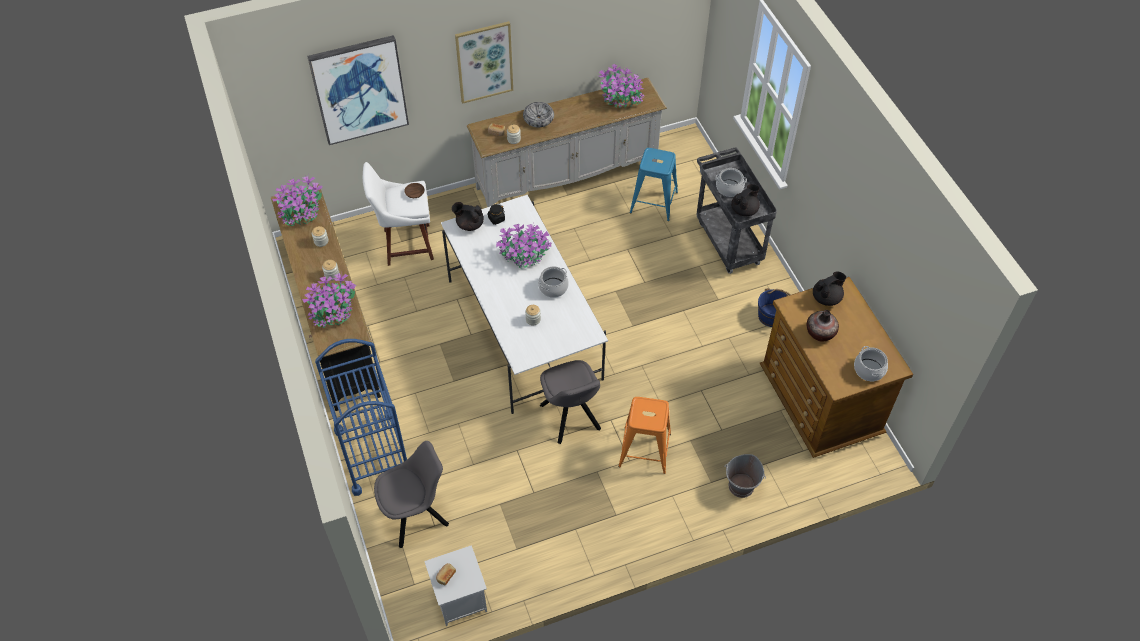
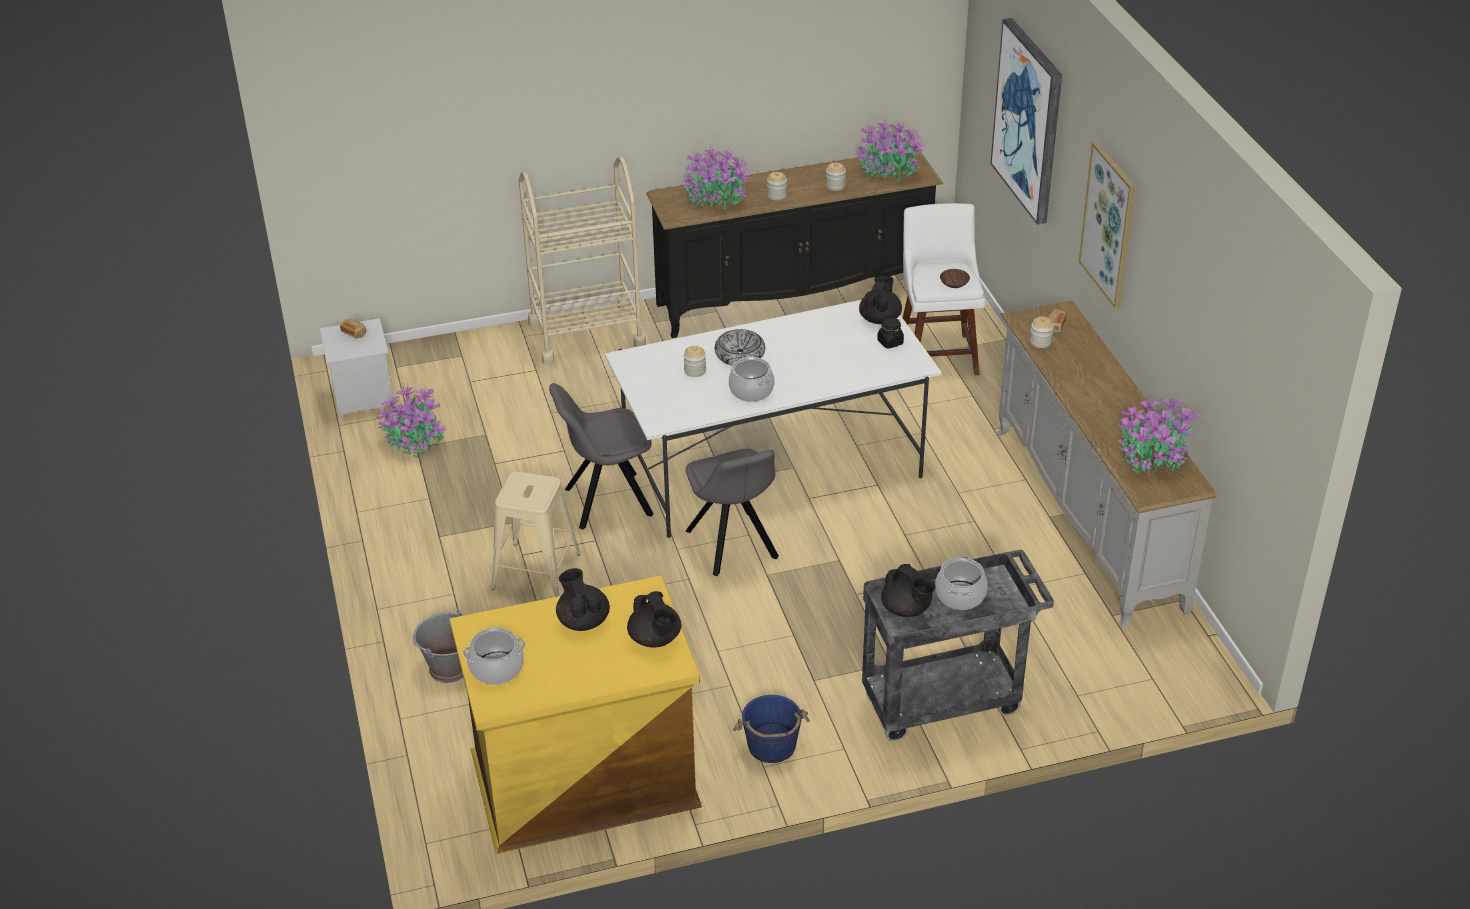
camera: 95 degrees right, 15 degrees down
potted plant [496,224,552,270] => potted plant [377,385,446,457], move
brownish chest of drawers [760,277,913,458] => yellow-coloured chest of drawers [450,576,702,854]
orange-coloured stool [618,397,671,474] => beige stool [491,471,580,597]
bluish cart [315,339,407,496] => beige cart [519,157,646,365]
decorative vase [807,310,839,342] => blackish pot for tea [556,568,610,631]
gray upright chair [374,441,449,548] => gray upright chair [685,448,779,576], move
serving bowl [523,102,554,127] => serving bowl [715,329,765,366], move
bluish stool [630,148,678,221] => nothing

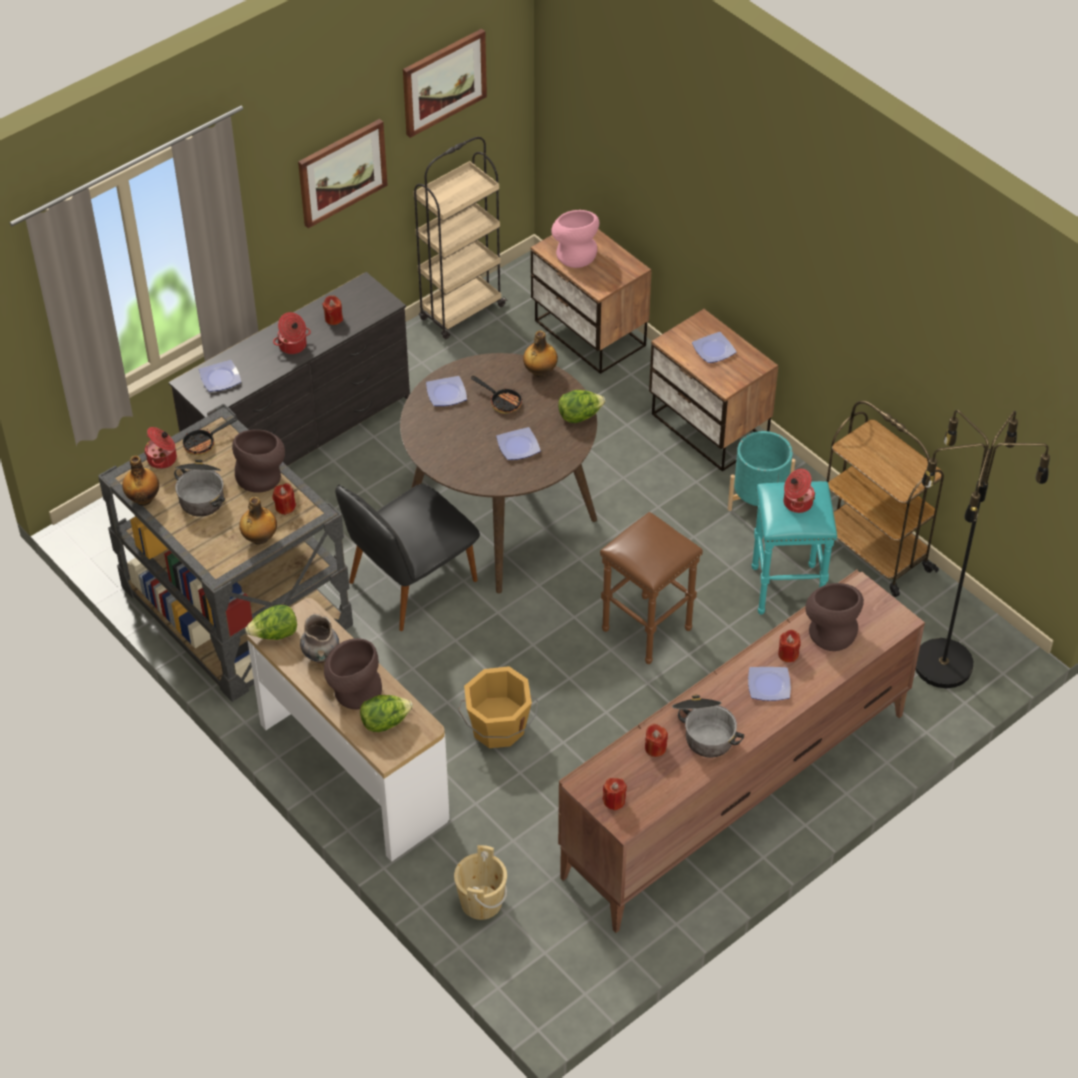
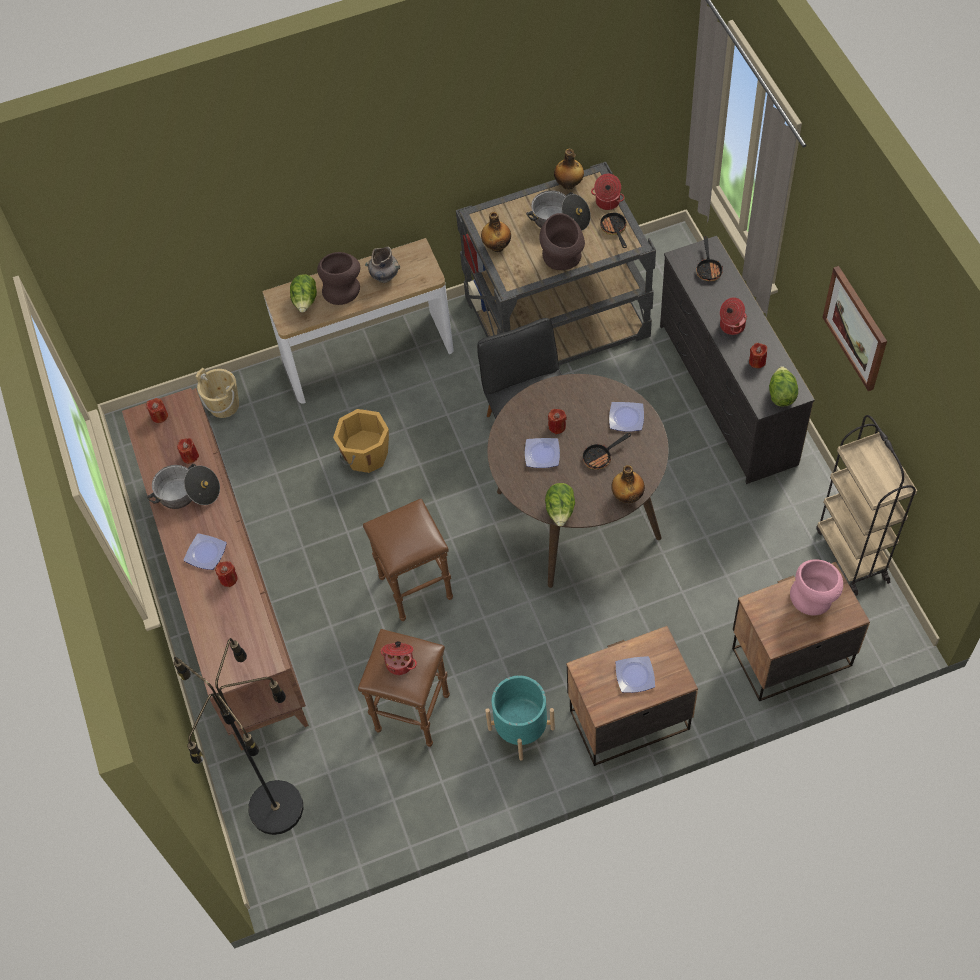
camera: 115 degrees right, 10 degrees up
turquoise stool [752,481,837,615] => brownish stool [358,629,450,747]
red-coloured candle [272,483,296,515] => red-coloured candle [548,409,567,434], move
flat dish [199,360,241,392] => skillet [696,236,723,281]
lettuce head [245,605,297,640] => lettuce head [769,366,798,407], move
wall art [403,29,487,138] => nothing
brownish decorative vase [805,583,864,651] => nothing
brownish cart [827,401,944,597] => nothing

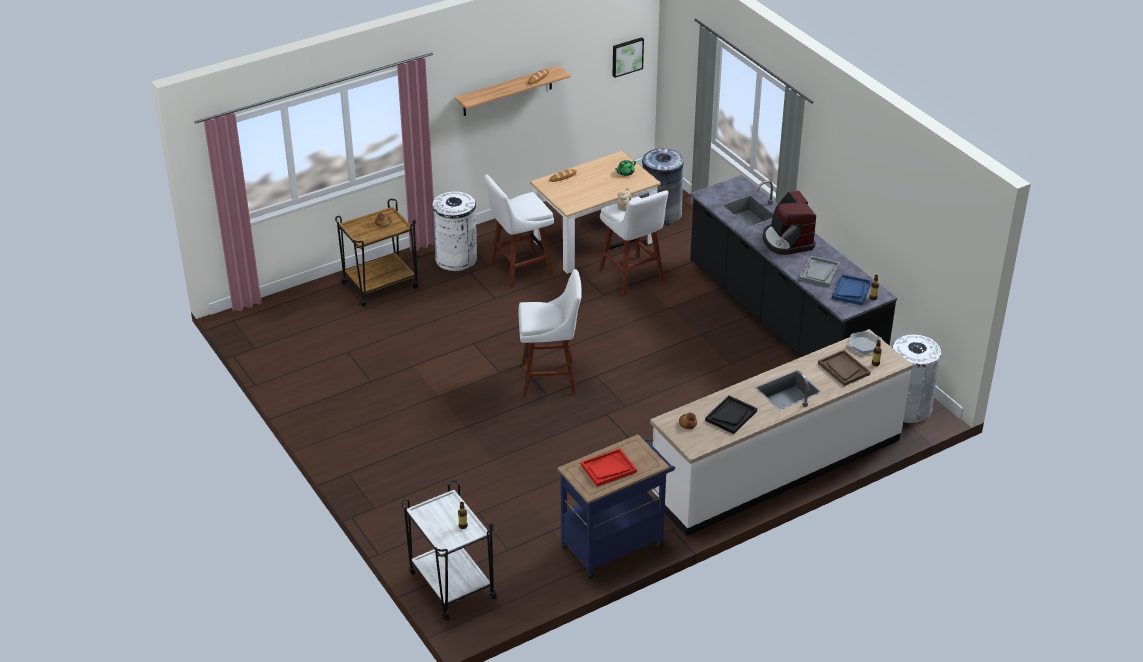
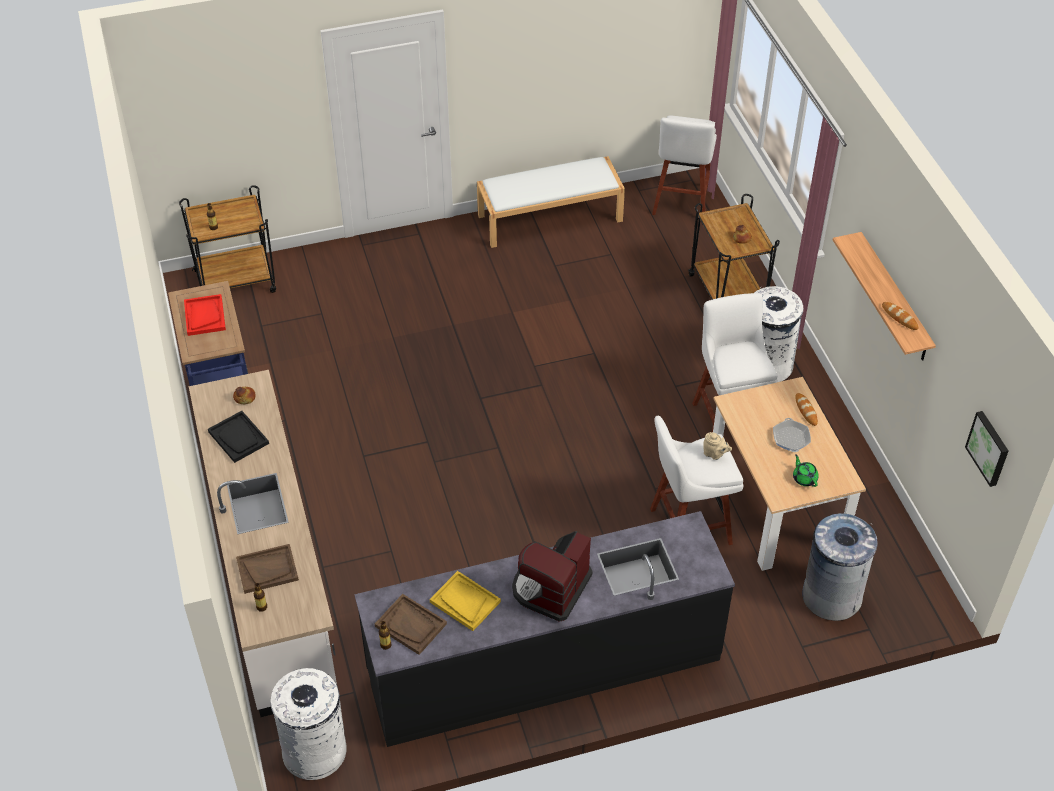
camera: 105 degrees right, 10 degrees up
white cart [402,480,497,621] => brownish cart [179,185,276,293]
bluish serving tray [832,274,872,306] => brownish serving tray [375,594,447,655]
gray serving tray [799,256,840,287] => yellow-coloured serving tray [430,571,501,631]
nothing => white bench [477,156,625,248]
coffee maker [763,191,816,255] => coffee maker [512,531,593,622], 60 degrees counterclockwise
white stool [518,269,582,396] => white stool [652,115,717,215], move
skillet [847,331,882,354] => skillet [773,418,811,452], move

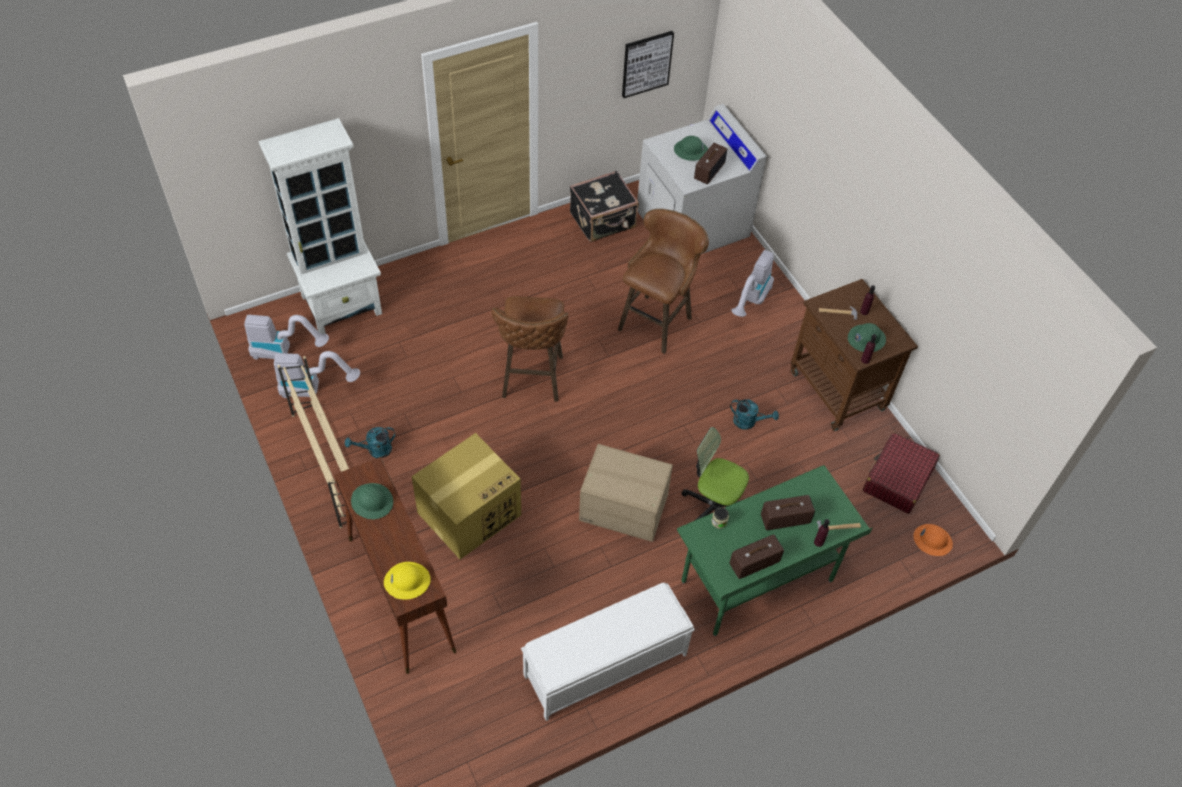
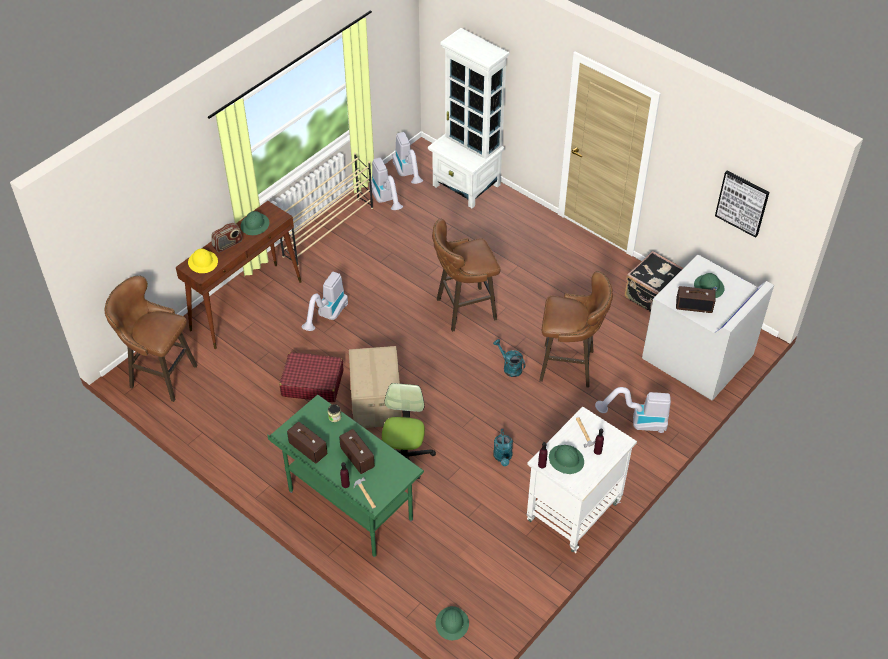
camera: 70 degrees right, 5 degrees down
nothing => brownish stool [104,276,198,402]
nothing => radio receiver [211,223,243,252]
red-coloured travel case [863,433,940,514] => red-coloured travel case [279,352,343,402], move
packing box [412,433,521,560] => vacuum cleaner [302,272,348,331]
orange-coloured work helmet [913,524,953,556] => green-coloured work helmet [436,606,469,640]
turquoise watering pot [345,427,395,458] => turquoise watering pot [493,339,525,377], move
brownish cart [790,279,918,431] => white cart [527,407,637,553]
white bench [521,583,695,721] => nothing

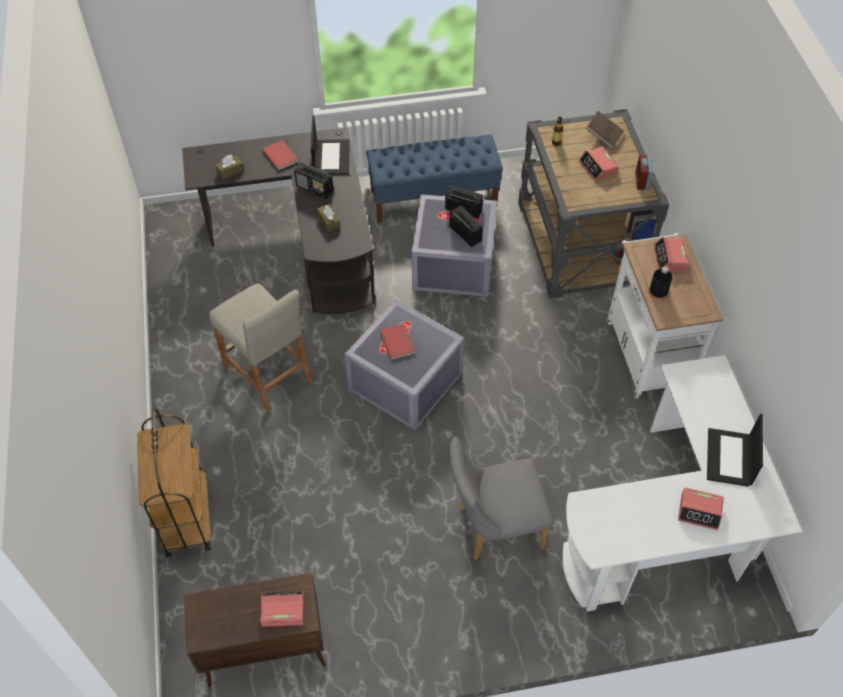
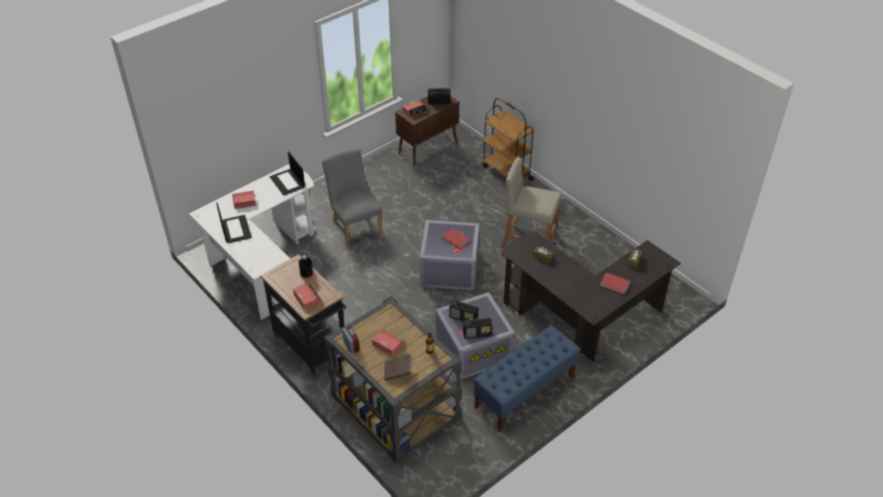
camera: 150 degrees right, 10 degrees down
white cart [607,233,723,398] => blackish cart [260,254,346,377]
portable computer [311,116,350,175] => portable computer [270,151,305,196], move
gray upright chair [450,437,553,560] => gray upright chair [322,149,383,247], 75 degrees counterclockwise
radio receiver [294,163,333,199] => radio receiver [428,88,451,105], move

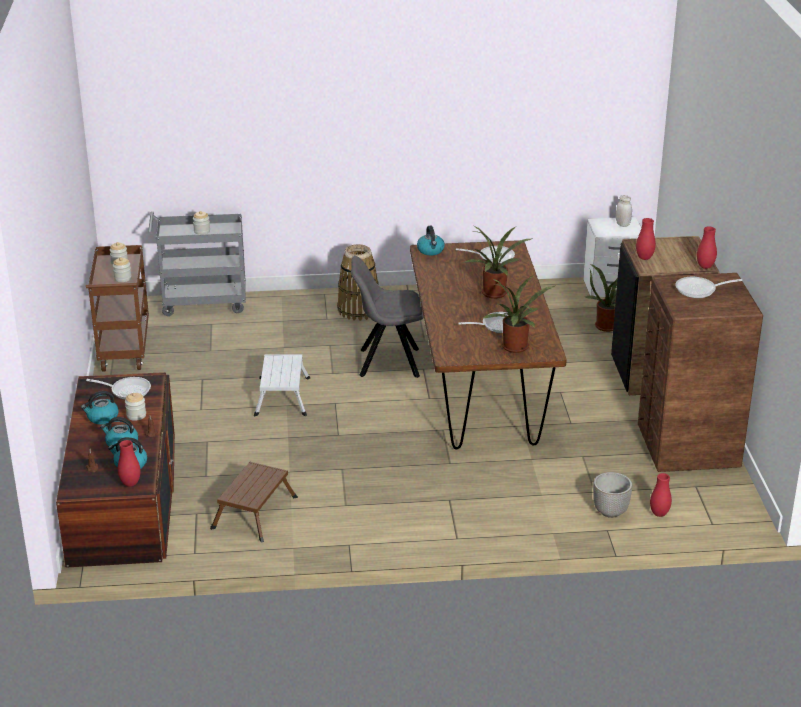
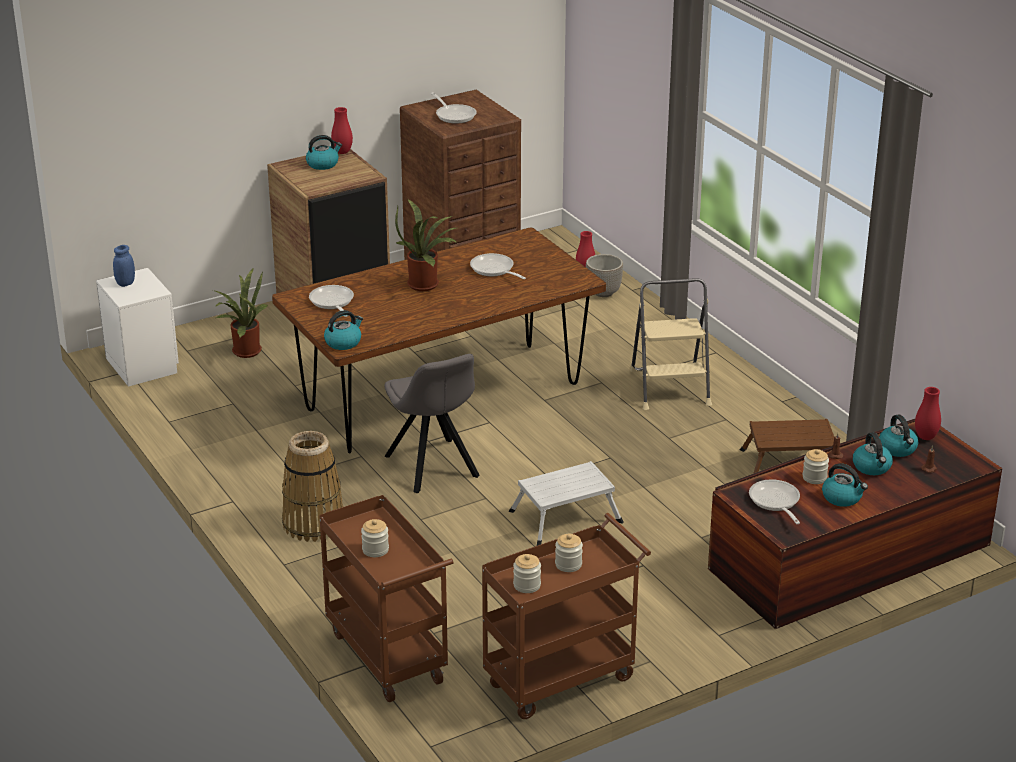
camera: 115 degrees left, 0 degrees up
white jar [616,195,632,227] => bluish jar [113,245,135,287]
nothing => tea kettle [306,135,342,170]
gray cart [148,211,246,316] => brownish cart [319,495,453,702]
nothing => beige step ladder [631,278,712,410]
potted plant [482,275,555,353] => nothing
red-coloured decorative vase [636,218,656,260] => nothing

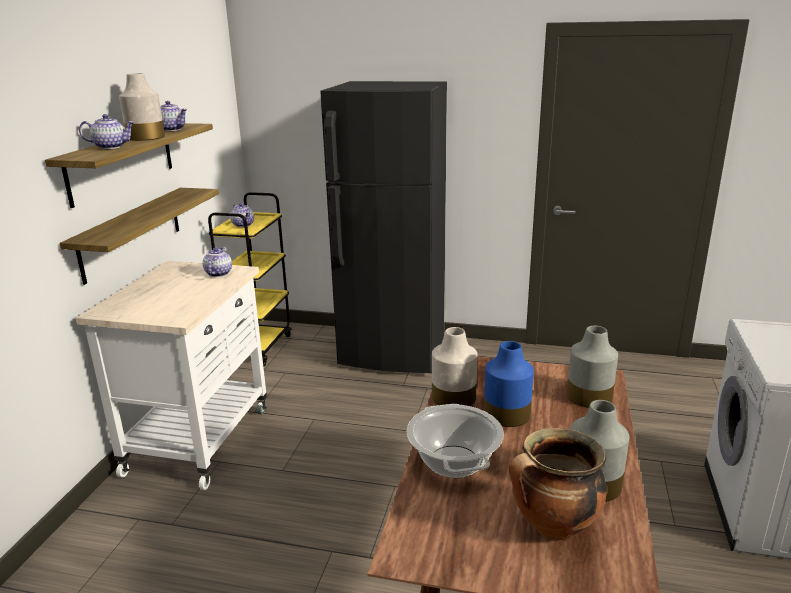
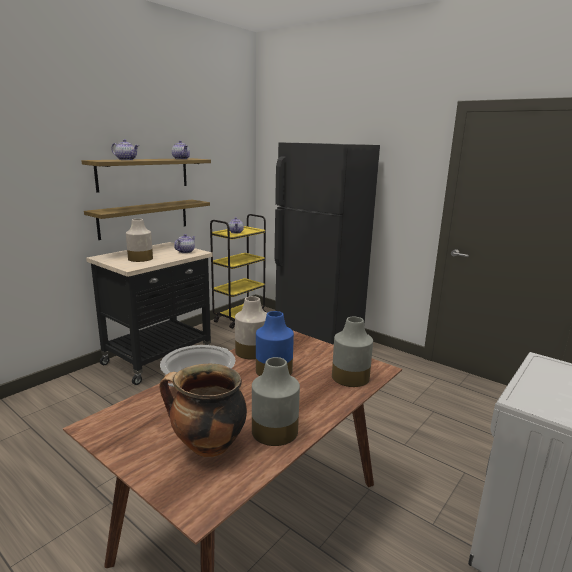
camera: 25 degrees right, 5 degrees down
white cart [76,261,267,490] => blackish cart [86,242,213,385]
beige decorative vase [119,73,165,141] => beige decorative vase [126,219,153,262], move

